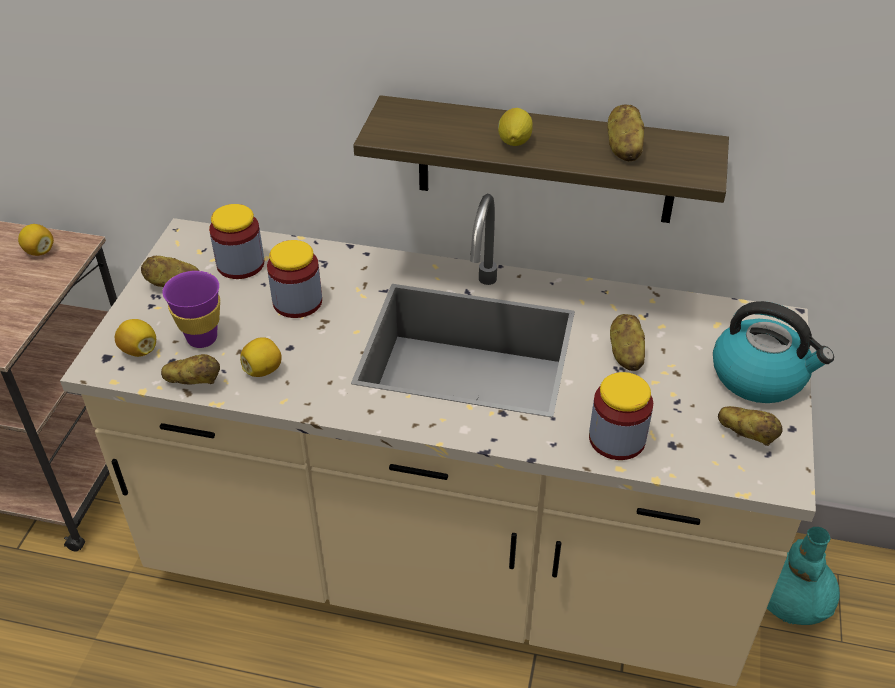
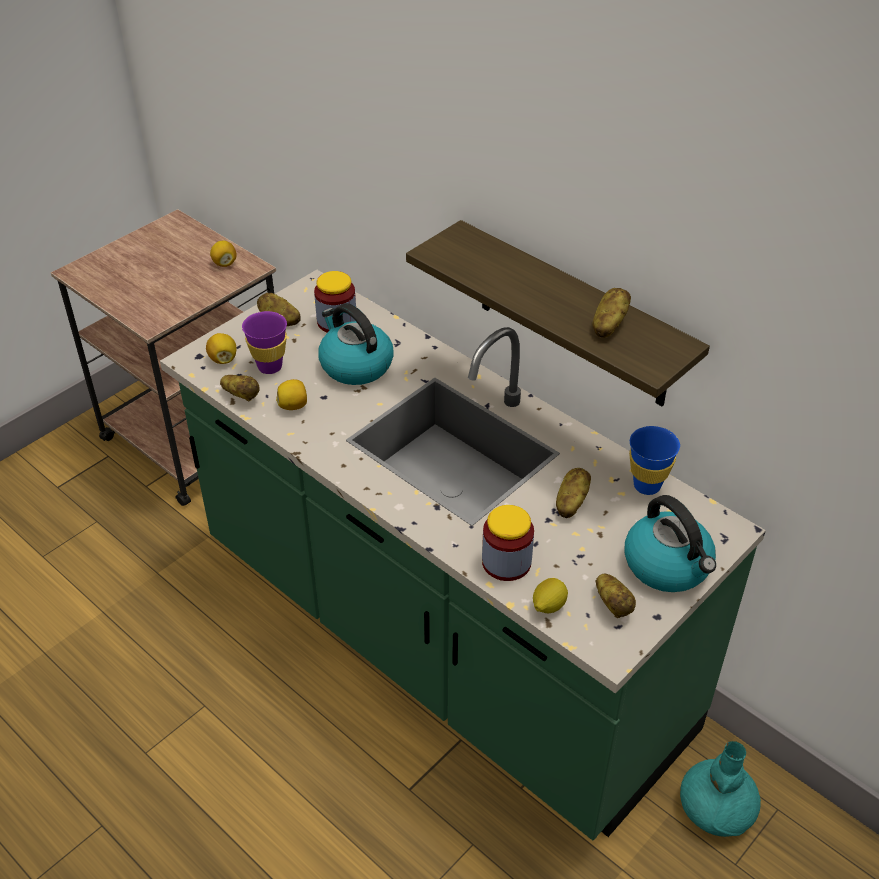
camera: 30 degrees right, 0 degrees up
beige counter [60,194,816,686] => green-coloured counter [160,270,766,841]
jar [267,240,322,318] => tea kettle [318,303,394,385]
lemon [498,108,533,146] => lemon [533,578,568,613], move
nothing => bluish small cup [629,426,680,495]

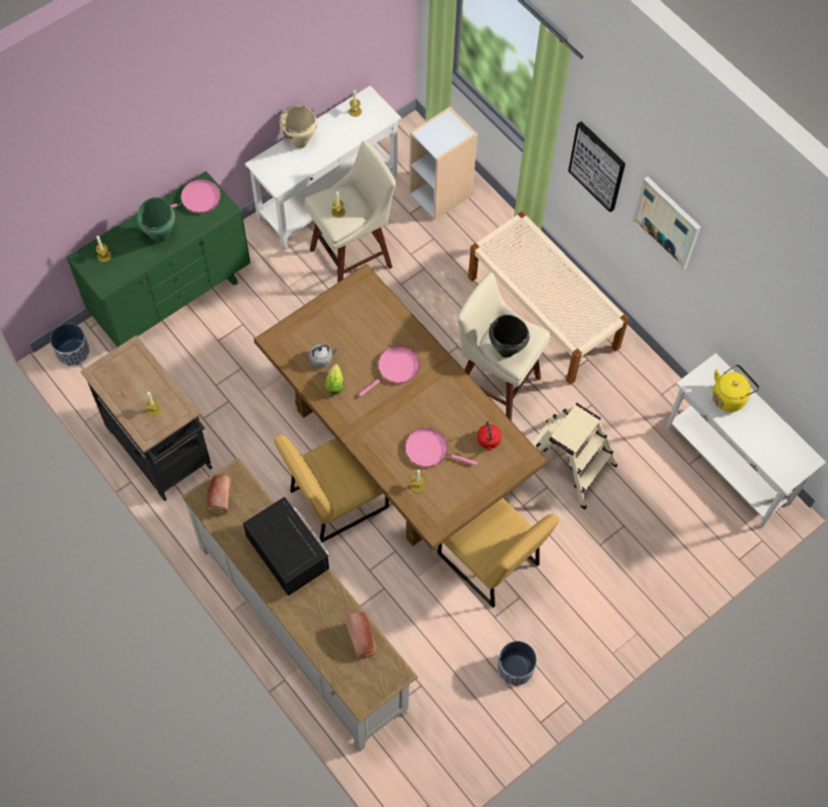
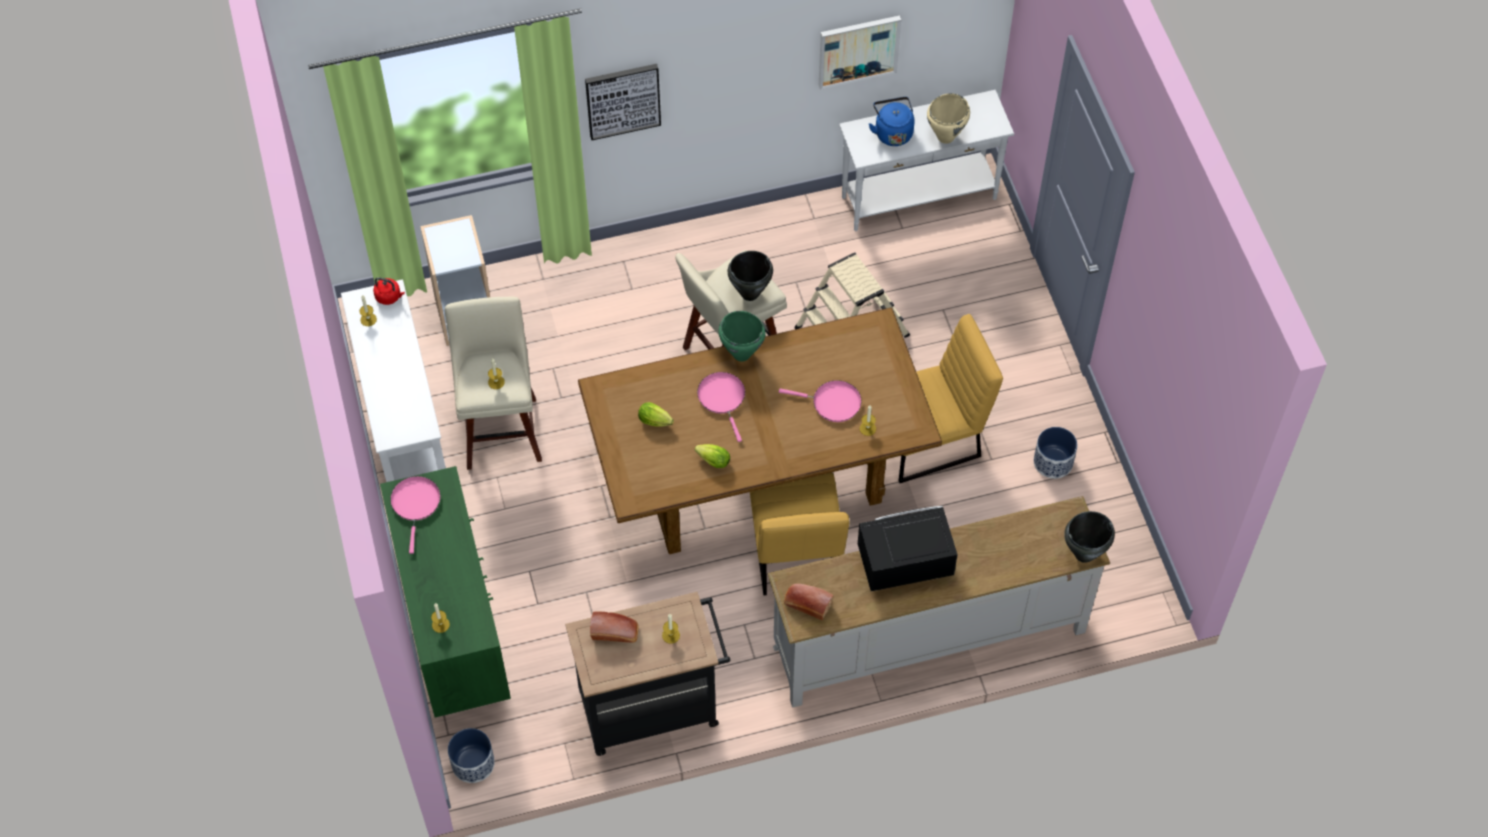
camera: 65 degrees left, 5 degrees down
red-coloured tea kettle [477,421,501,451] => red-coloured tea kettle [373,277,405,305], move
baked bread [344,612,376,659] => baked bread [590,612,639,643], move
nothing => lettuce head [638,402,674,427]
green-coloured saucepot [136,197,175,242] => green-coloured saucepot [719,311,766,361], move
pinkish skillet [405,428,477,467] => pinkish skillet [779,380,862,422], 120 degrees counterclockwise
wall art [632,176,701,271] => wall art [819,15,901,90], move
yellow-coloured tea kettle [712,364,760,412] => bluish tea kettle [869,97,915,146]
beige saucepot [279,106,317,148] => beige saucepot [927,93,970,144], move
nothing => blackish saucepot [1064,511,1115,563]
gray tea kettle [309,344,338,368] => nothing
beige bench [468,211,629,385] => nothing

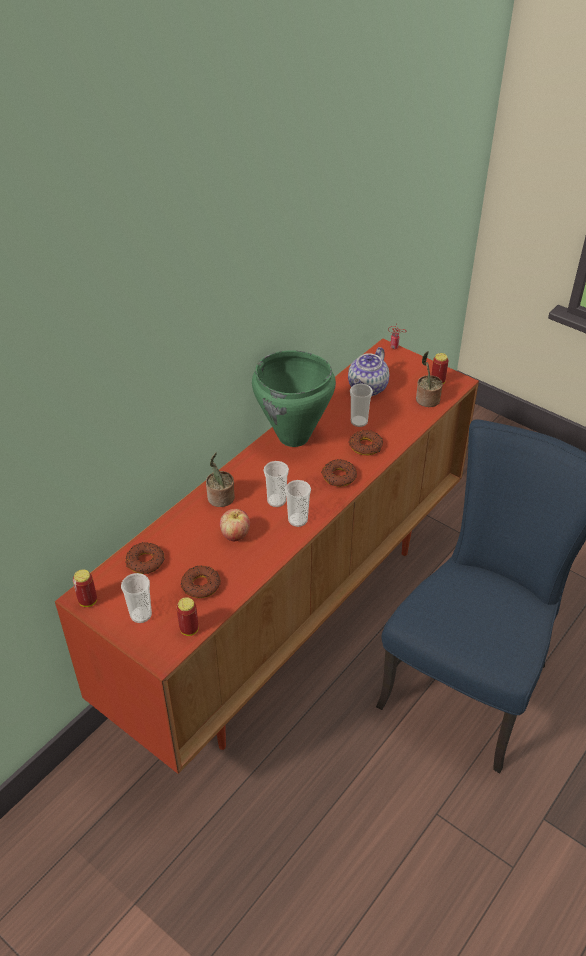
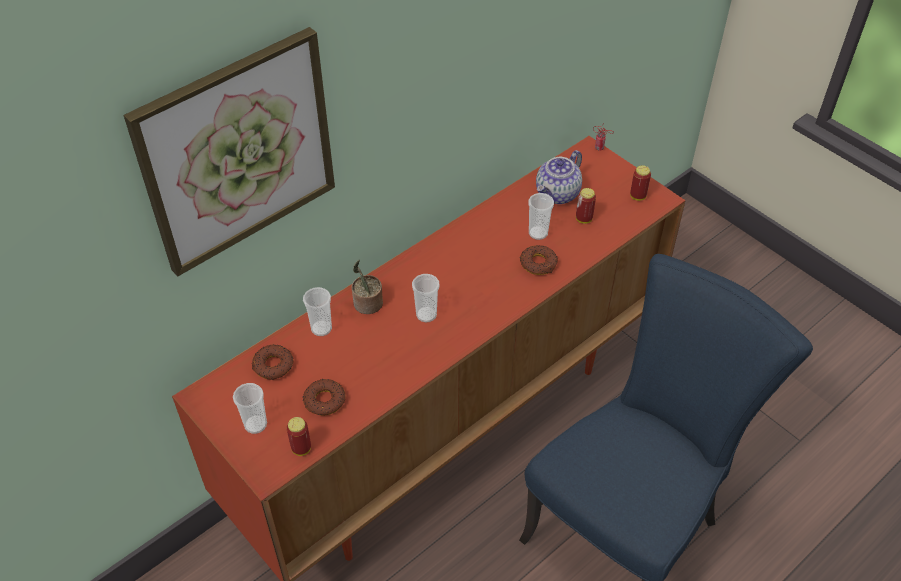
camera: 10 degrees right, 5 degrees up
nothing => wall art [124,27,335,276]
small cup [285,480,311,527] => small cup [303,287,332,336], move
sealed can [73,569,97,607] => sealed can [576,188,596,224], move
apple fruit [220,509,250,541] => nothing
green-coloured saucepot [252,350,336,447] => nothing
donut [322,459,357,487] => nothing
potted plant [416,351,443,407] => nothing

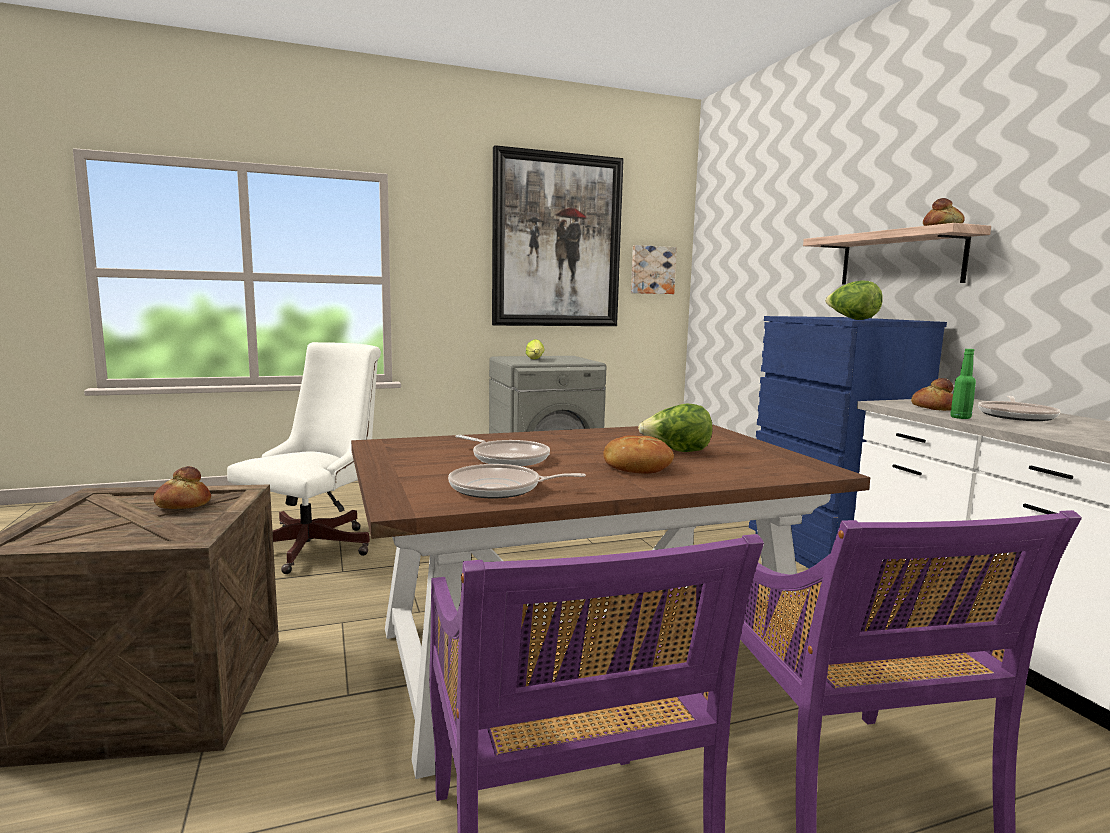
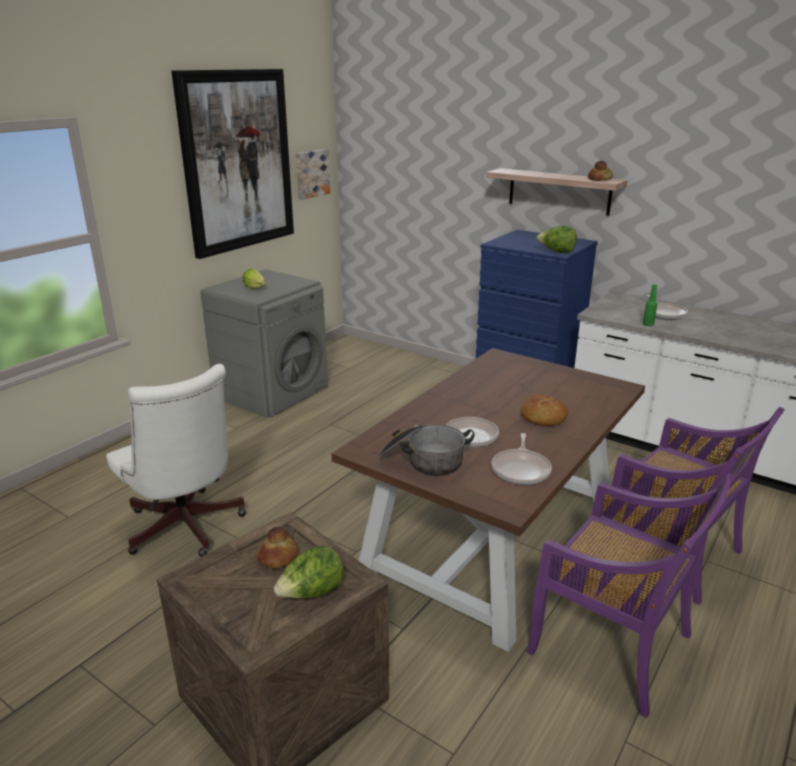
camera: 35 degrees left, 15 degrees up
white desk chair [227,342,381,574] => white desk chair [106,364,247,557], 150 degrees clockwise
lettuce head [638,403,713,452] => lettuce head [273,546,344,599], move
nothing => saucepot [379,424,474,476]
skillet [448,464,586,498] => skillet [492,433,552,485], 45 degrees counterclockwise
baked bread [911,378,953,411] => nothing

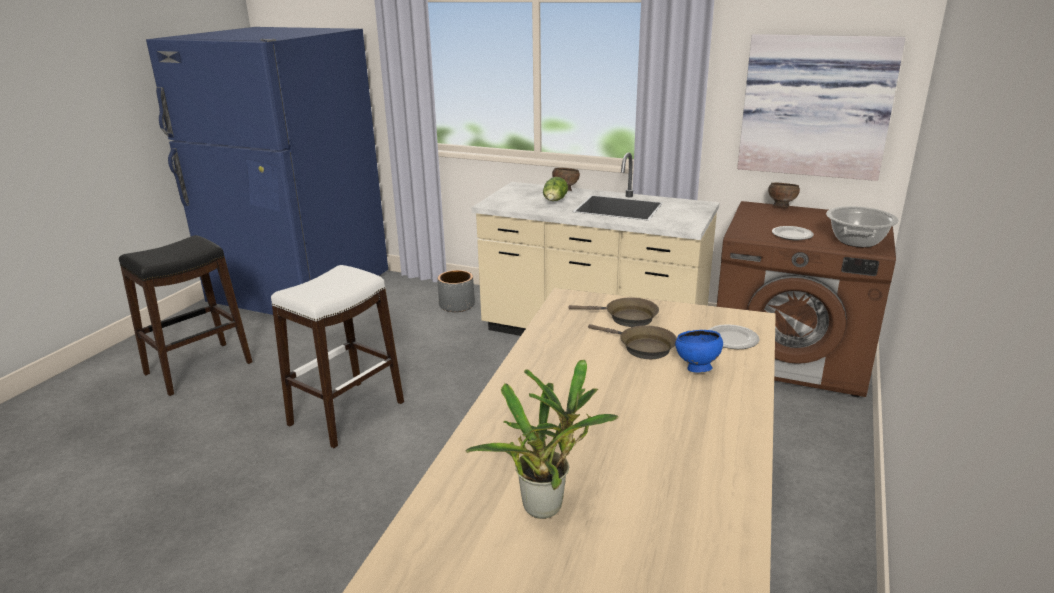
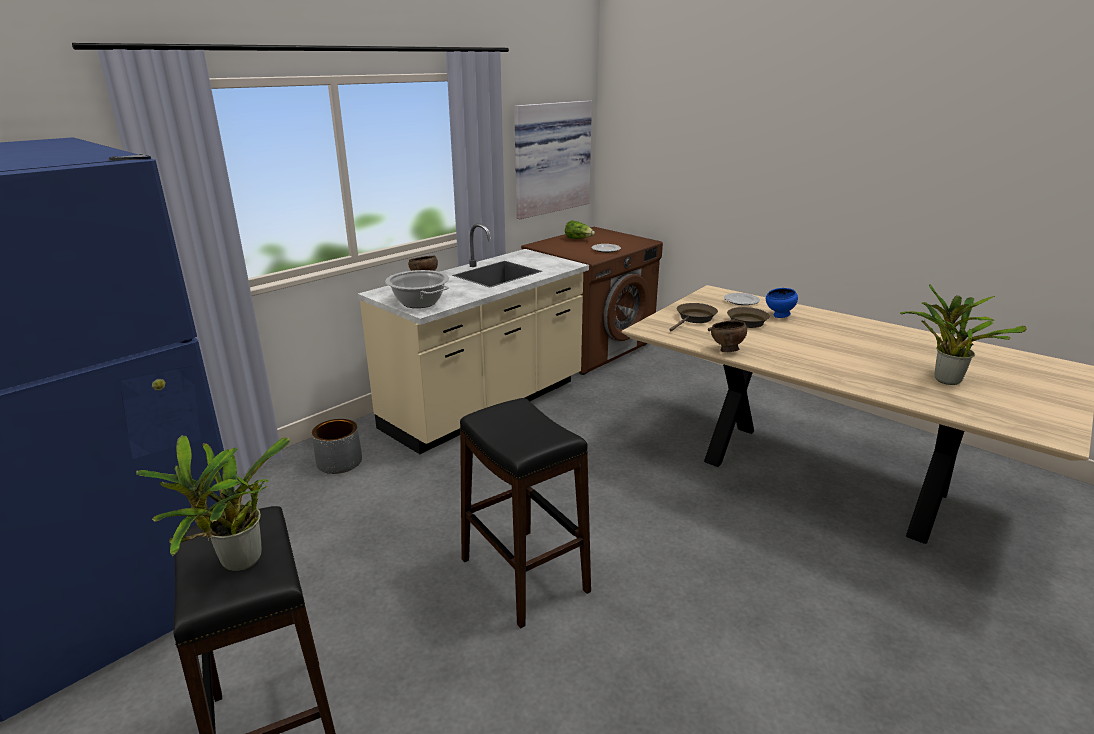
camera: 70 degrees left, 0 degrees up
nothing => potted plant [136,435,291,571]
saucepot [826,206,899,247] => saucepot [385,270,449,308], move
white stool [271,265,404,448] => blackish stool [460,398,591,628]
lettuce head [543,177,568,201] => lettuce head [565,220,595,239], move
brownish serving bowl [768,183,800,207] => brownish serving bowl [711,320,747,352], move

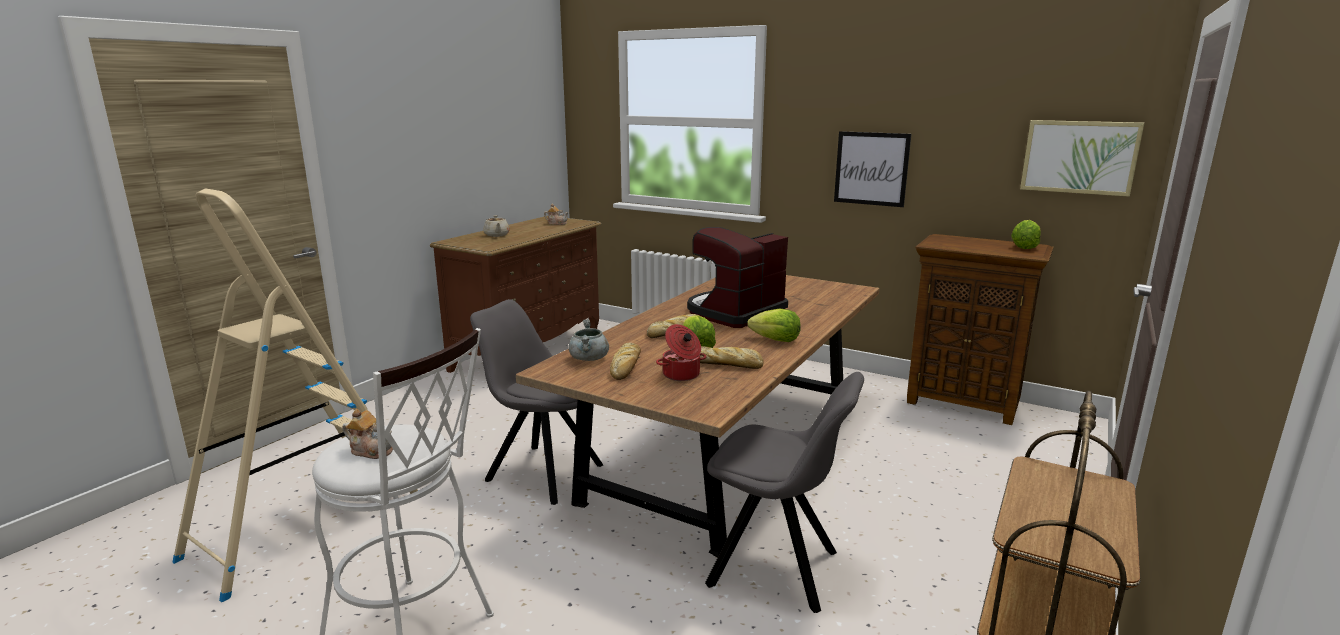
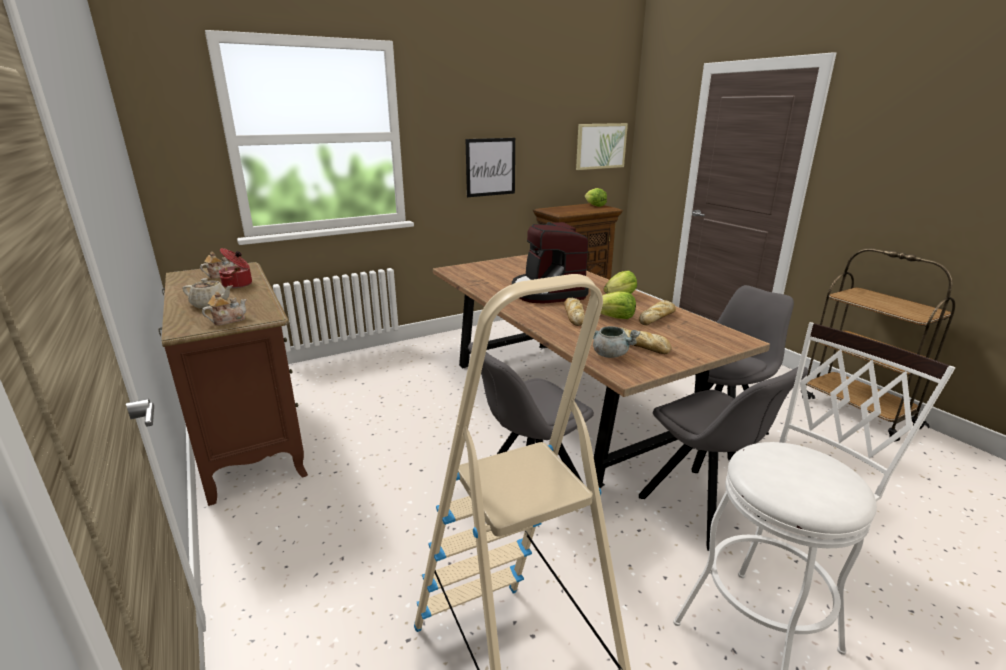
camera: 60 degrees left, 5 degrees up
pot for tea [342,409,393,459] => pot for tea [202,292,247,325], move
saucepot [656,324,706,381] => saucepot [219,248,252,288], move
nothing => gray upright chair [639,367,808,551]

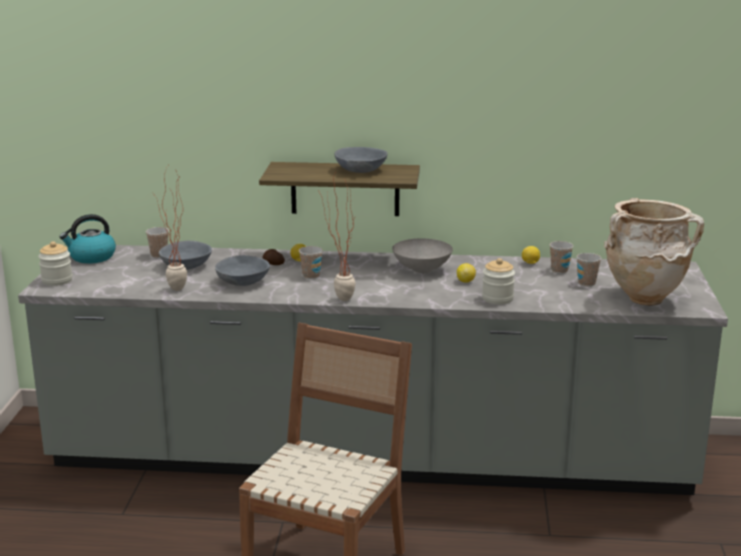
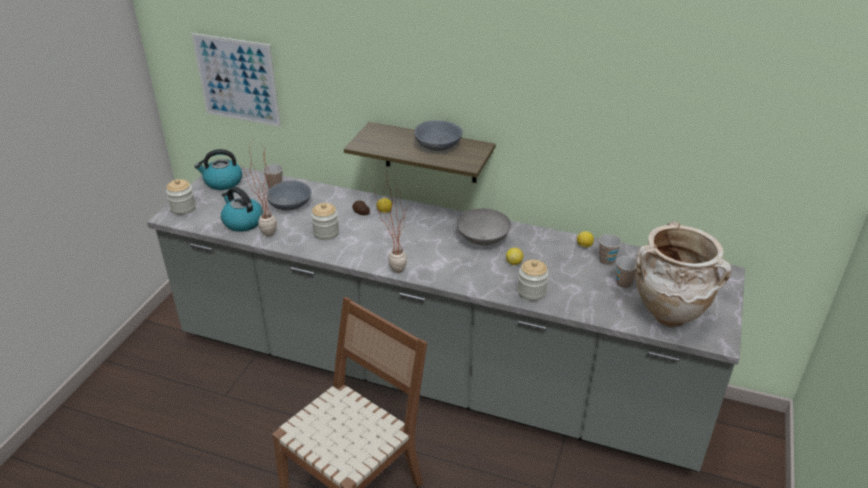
camera: 15 degrees right, 15 degrees up
nothing => wall art [191,33,281,127]
nothing => tea kettle [221,187,263,232]
gray serving bowl [215,255,270,286] => jar [311,203,339,240]
small cup [299,246,323,279] => nothing

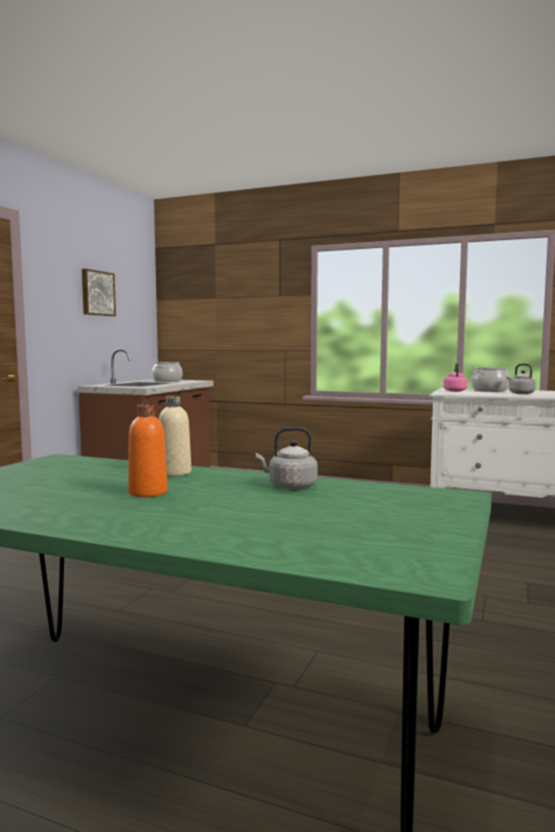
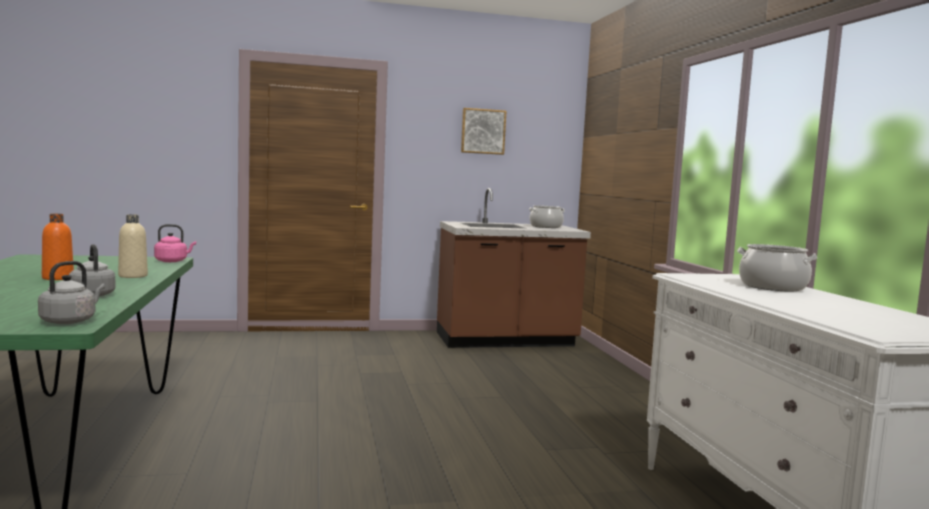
camera: 55 degrees right, 0 degrees up
gray tea kettle [507,364,536,394] => gray tea kettle [38,261,105,324], move
pinkish tea kettle [443,363,467,392] => pinkish tea kettle [154,224,196,262], move

